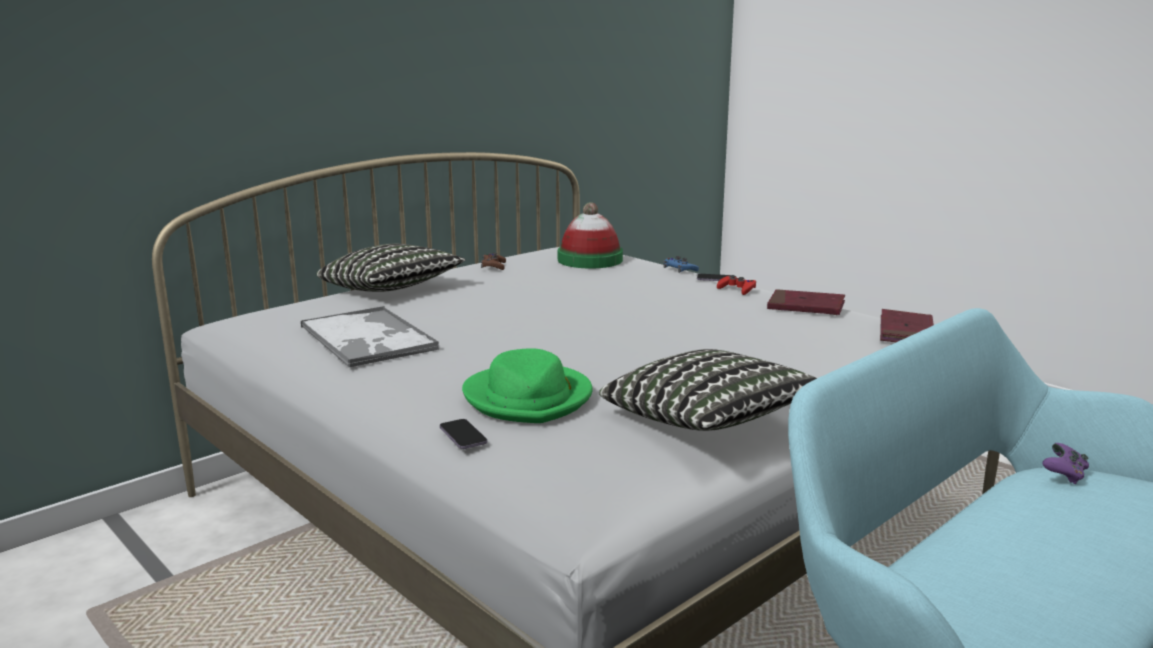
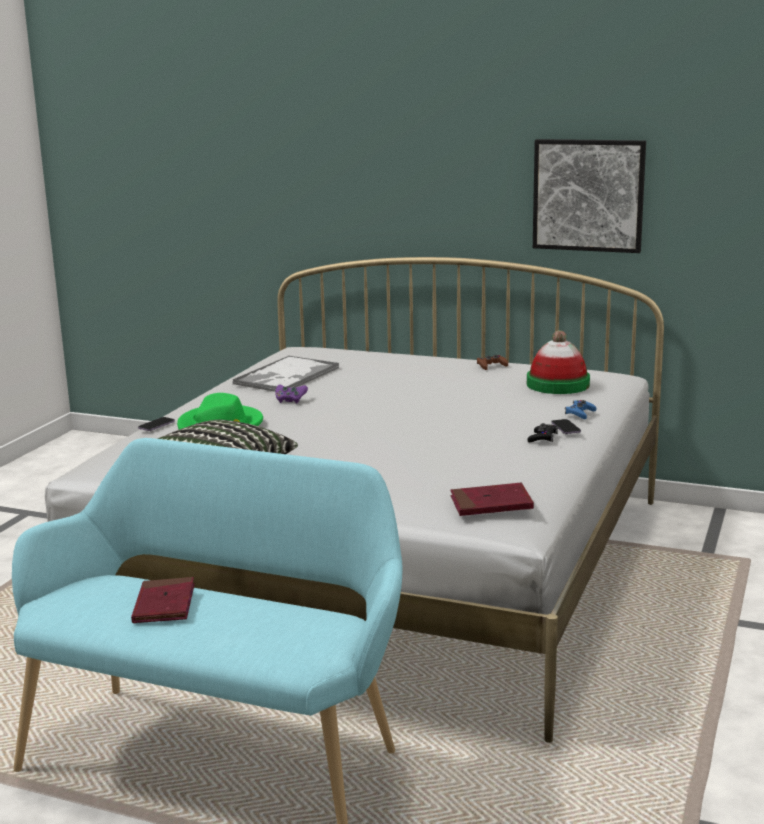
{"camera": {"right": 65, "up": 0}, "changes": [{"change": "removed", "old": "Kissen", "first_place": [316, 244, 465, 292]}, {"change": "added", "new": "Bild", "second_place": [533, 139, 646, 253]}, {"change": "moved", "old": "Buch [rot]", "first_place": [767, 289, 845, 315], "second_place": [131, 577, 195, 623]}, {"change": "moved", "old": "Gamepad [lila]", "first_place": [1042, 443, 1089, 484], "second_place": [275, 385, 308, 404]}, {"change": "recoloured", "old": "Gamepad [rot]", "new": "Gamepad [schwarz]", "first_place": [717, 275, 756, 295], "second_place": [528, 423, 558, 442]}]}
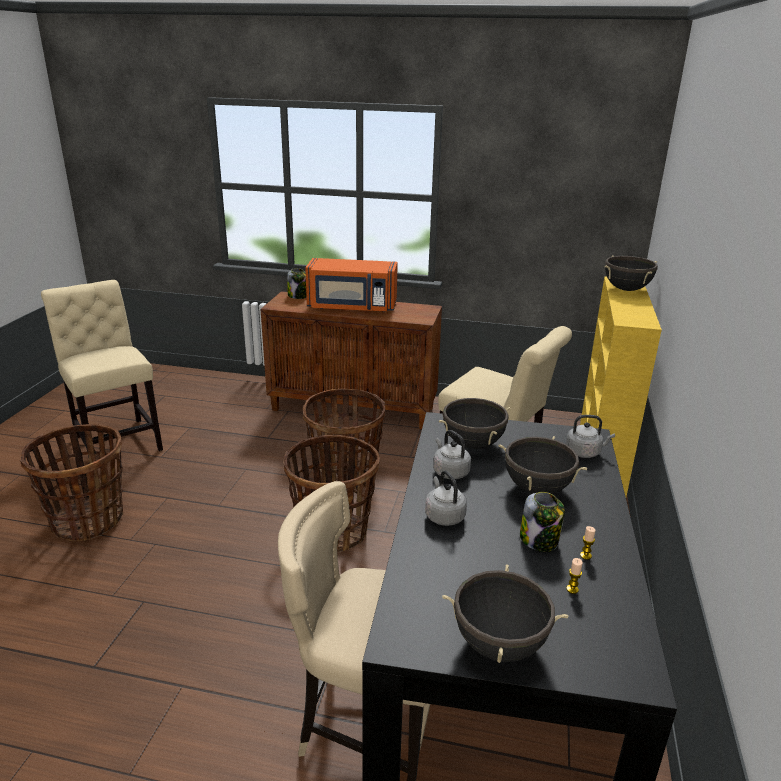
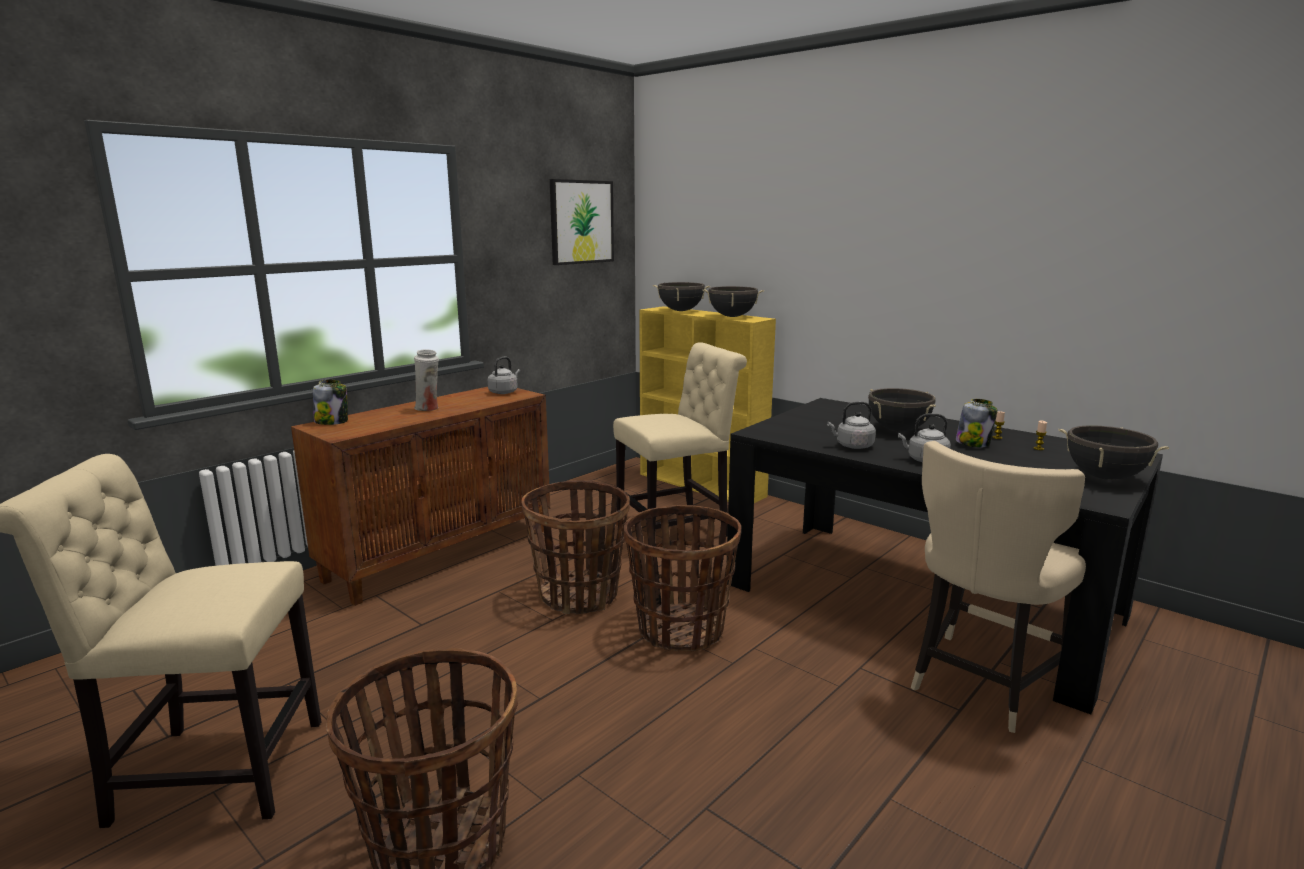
{"camera": {"right": -60, "up": -10}, "changes": [{"change": "added", "new": "Bild", "second_place": [550, 179, 614, 265]}, {"change": "moved", "old": "Kochtopf [schwarz]", "first_place": [439, 396, 511, 449], "second_place": [702, 286, 764, 317]}, {"change": "moved", "old": "Wasserkessel [grau]", "first_place": [566, 415, 615, 458], "second_place": [488, 357, 520, 394]}, {"change": "replaced", "old": "Mikrowelle [orange]", "new": "Vase [weiß]", "first_place": [305, 258, 398, 312], "second_place": [414, 349, 439, 411]}]}
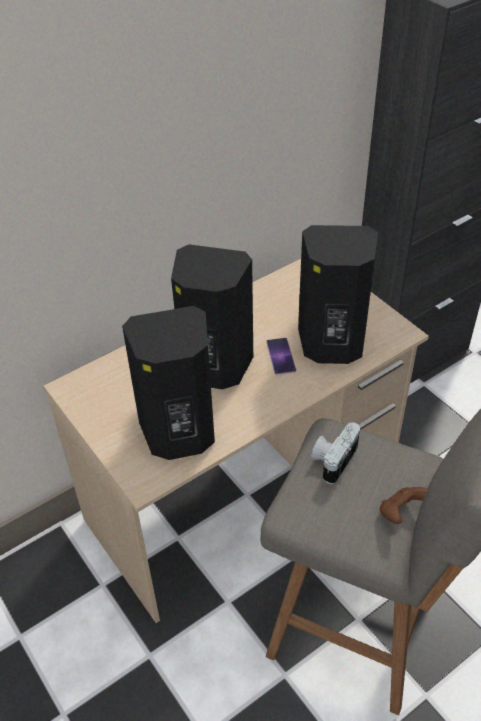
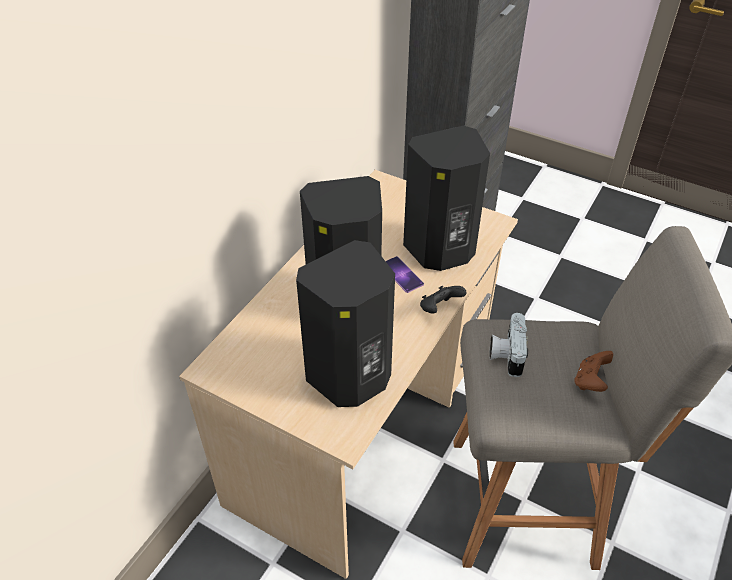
{"camera": {"right": -25, "up": 0}, "changes": [{"change": "added", "new": "Gamepad [schwarz]", "second_place": [420, 286, 466, 314]}]}
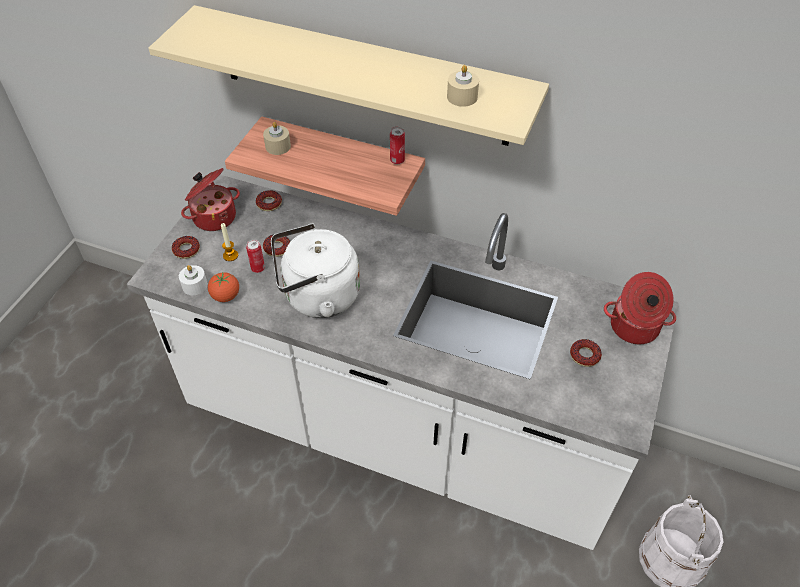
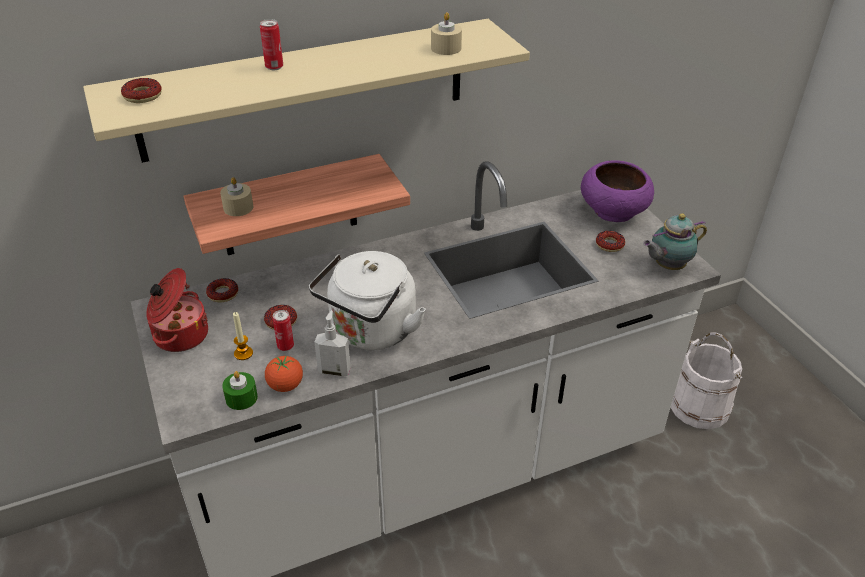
{"camera": {"right": -45, "up": -10}, "changes": [{"change": "added", "new": "Seifenspender", "second_place": [314, 310, 351, 377]}, {"change": "added", "new": "Teekanne", "second_place": [643, 213, 707, 270]}, {"change": "moved", "old": "Donut", "first_place": [172, 236, 200, 259], "second_place": [121, 78, 162, 103]}, {"change": "moved", "old": "Dose", "first_place": [390, 127, 405, 164], "second_place": [260, 19, 283, 70]}, {"change": "replaced", "old": "Kochtopf", "new": "Schüssel [lila]", "first_place": [604, 272, 676, 344], "second_place": [581, 160, 654, 222]}, {"change": "recoloured", "old": "Kerze [weiß]", "new": "Kerze [grün]", "first_place": [179, 265, 208, 295], "second_place": [222, 371, 258, 410]}]}
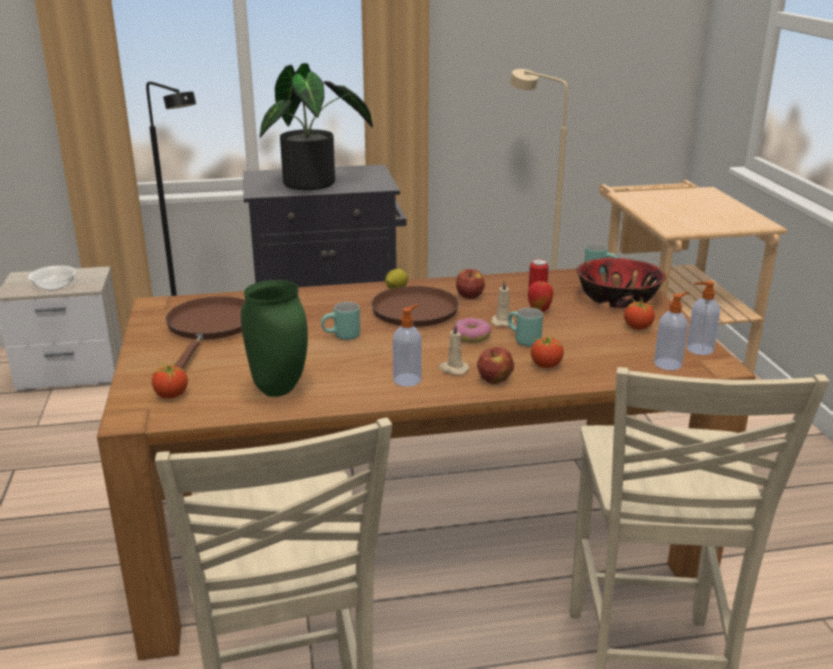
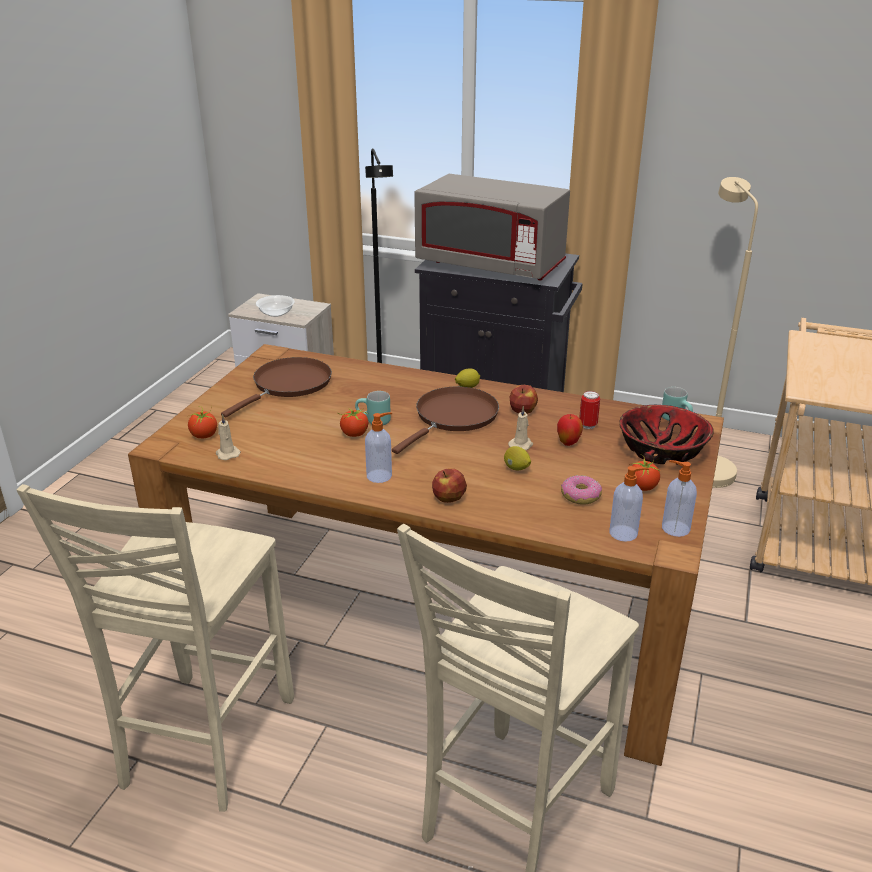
{"camera": {"right": 30, "up": 5}, "changes": [{"change": "removed", "old": "Vase [grün]", "first_place": [241, 280, 308, 397]}, {"change": "moved", "old": "Kerze [beige]", "first_place": [439, 323, 469, 375], "second_place": [216, 414, 241, 460]}, {"change": "moved", "old": "Donut", "first_place": [452, 318, 491, 343], "second_place": [561, 475, 602, 505]}, {"change": "moved", "old": "Tomate", "first_place": [531, 334, 564, 368], "second_place": [338, 408, 368, 437]}, {"change": "replaced", "old": "Topfpflanze", "new": "Mikrowelle [grau]", "first_place": [260, 63, 373, 190], "second_place": [414, 174, 570, 280]}, {"change": "replaced", "old": "Henkelbecher [türkis]", "new": "Zitrone", "first_place": [508, 308, 543, 347], "second_place": [504, 446, 531, 470]}]}
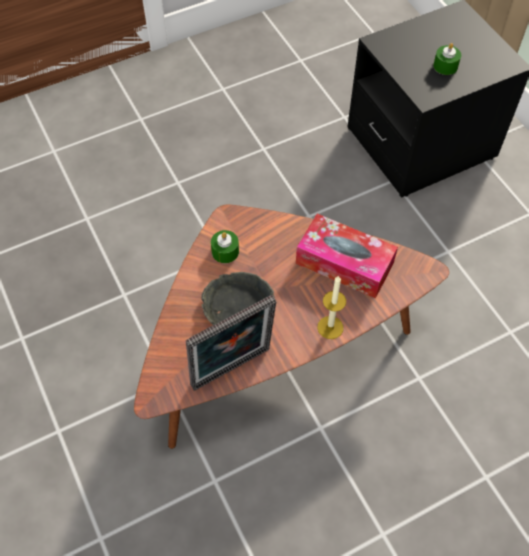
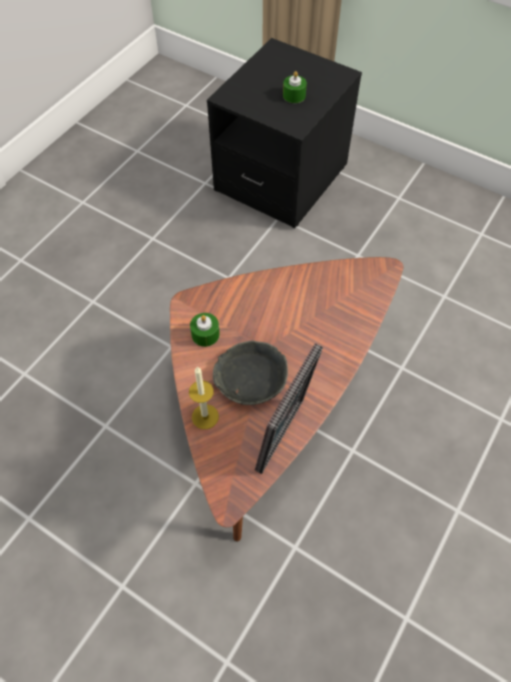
{"camera": {"right": -30, "up": 0}, "changes": [{"change": "removed", "old": "Taschentuchbox", "first_place": [296, 214, 398, 299]}, {"change": "moved", "old": "Kerze", "first_place": [317, 276, 346, 339], "second_place": [189, 367, 219, 429]}]}
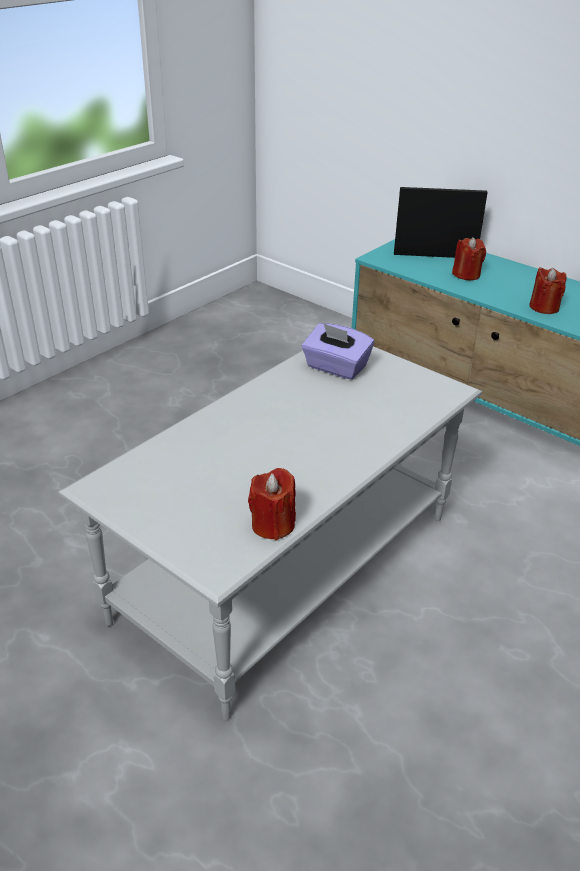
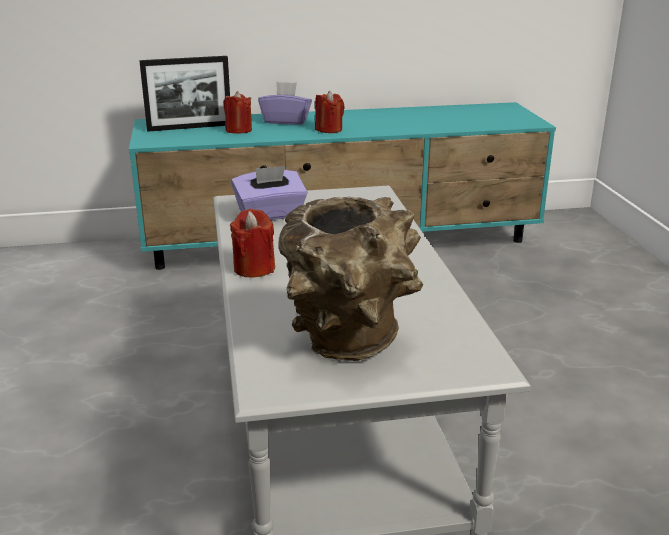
{"camera": {"right": -50, "up": -10}, "changes": [{"change": "added", "new": "Taschentuchbox [lila]", "second_place": [258, 82, 312, 125]}, {"change": "added", "new": "Vase [braun]", "second_place": [279, 196, 423, 362]}, {"change": "moved", "old": "Kerze [rot]", "first_place": [248, 468, 296, 540], "second_place": [230, 209, 275, 277]}, {"change": "turned", "old": "Bilderrahmen", "first_place": [394, 187, 488, 258], "second_place": [139, 56, 230, 132], "degrees": -150}]}
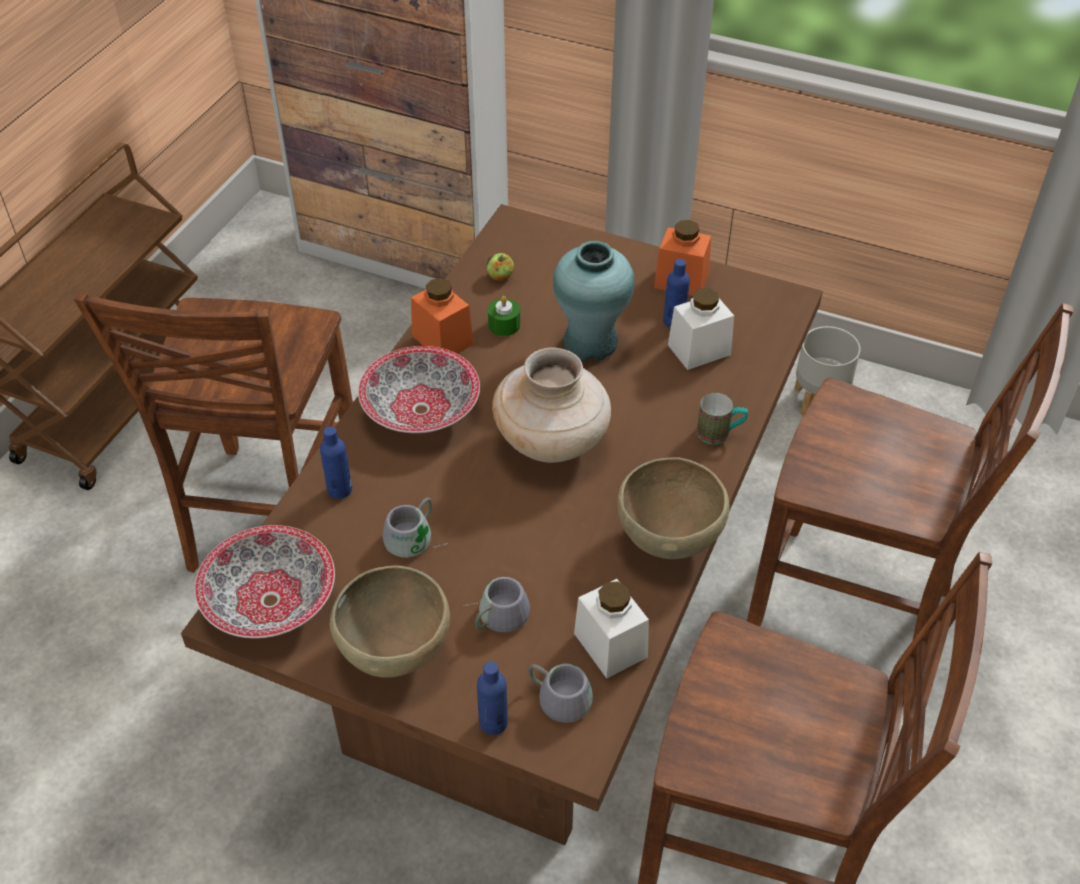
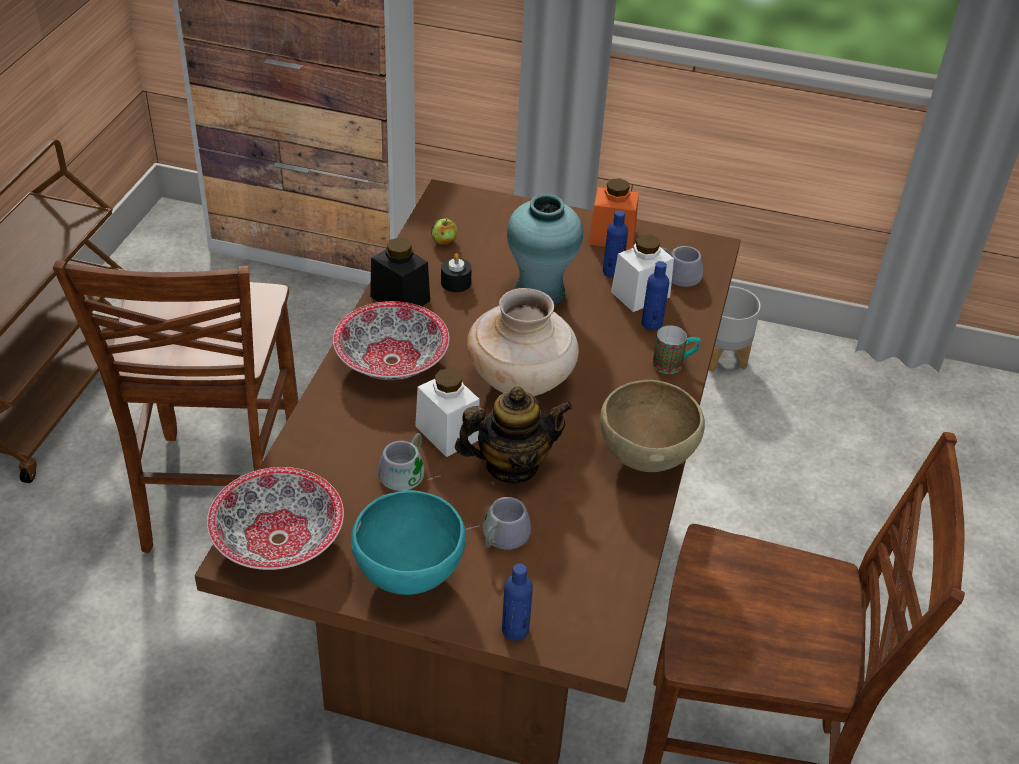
{"camera": {"right": -10, "up": -5}, "changes": [{"change": "removed", "old": "Stuhl [braun]", "first_place": [747, 303, 1073, 687]}, {"change": "added", "new": "Teekanne", "second_place": [455, 386, 573, 484]}, {"change": "moved", "old": "Flasche [blau]", "first_place": [320, 426, 352, 499], "second_place": [642, 261, 669, 330]}, {"change": "moved", "old": "Henkelbecher [grau]", "first_place": [528, 662, 593, 723], "second_place": [662, 246, 703, 287]}, {"change": "moved", "old": "Vorratsglas [weiß]", "first_place": [574, 579, 649, 678], "second_place": [415, 368, 480, 457]}, {"change": "recoloured", "old": "Schüssel [braun]", "new": "Schüssel [türkis]", "first_place": [330, 566, 450, 678], "second_place": [351, 490, 466, 595]}, {"change": "recoloured", "old": "Vorratsglas [orange]", "new": "Vorratsglas [schwarz]", "first_place": [411, 278, 474, 354], "second_place": [370, 238, 430, 307]}, {"change": "recoloured", "old": "Kerze [grün]", "new": "Kerze [schwarz]", "first_place": [488, 296, 520, 336], "second_place": [441, 253, 472, 292]}]}
